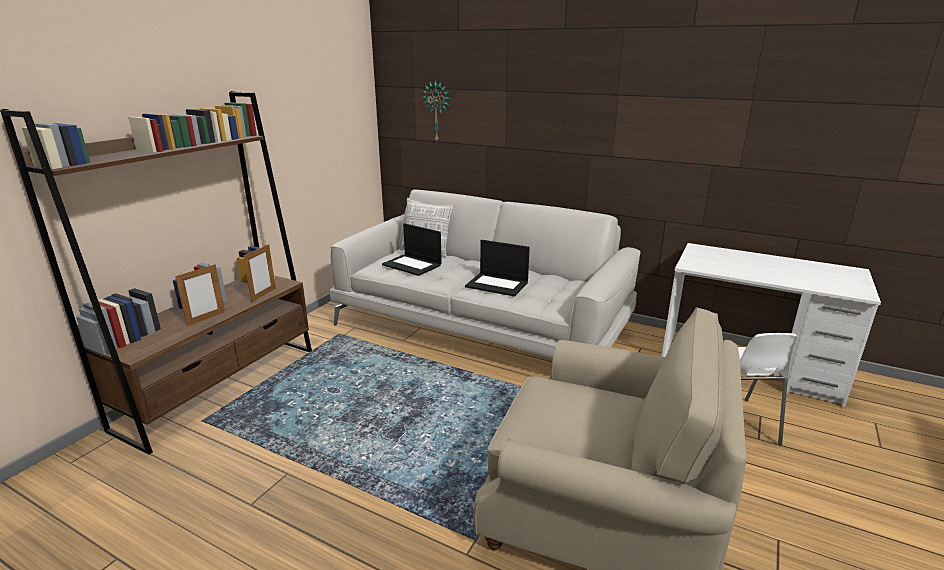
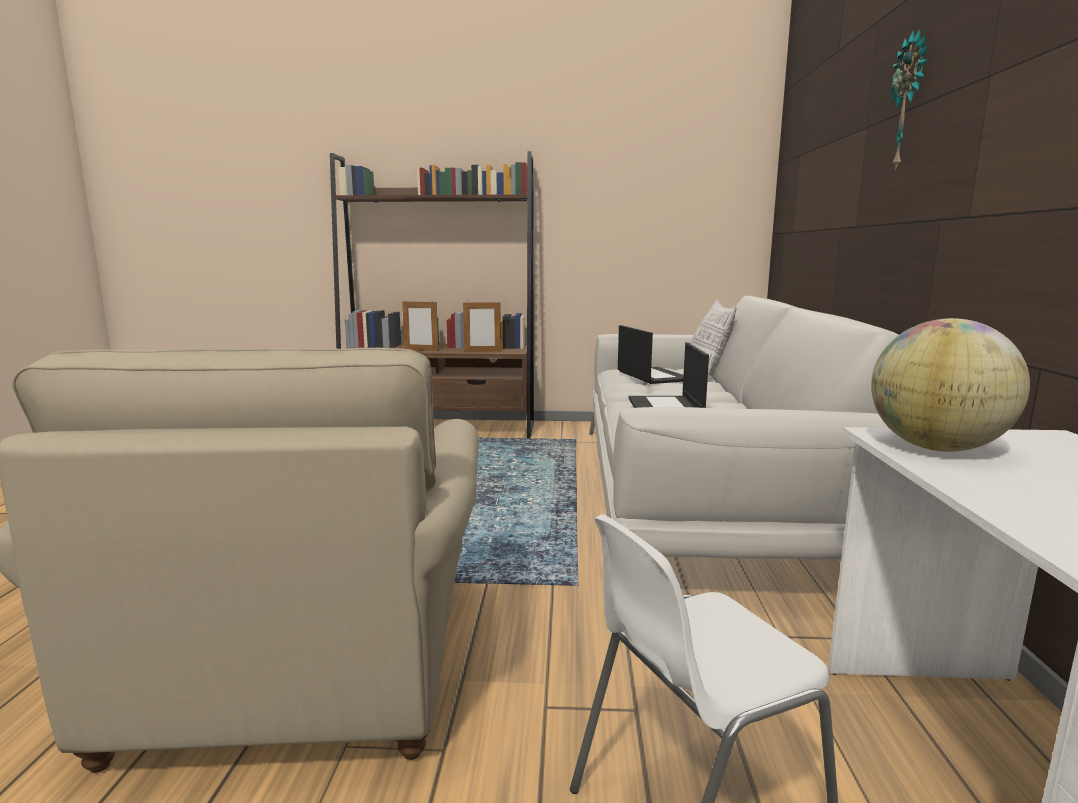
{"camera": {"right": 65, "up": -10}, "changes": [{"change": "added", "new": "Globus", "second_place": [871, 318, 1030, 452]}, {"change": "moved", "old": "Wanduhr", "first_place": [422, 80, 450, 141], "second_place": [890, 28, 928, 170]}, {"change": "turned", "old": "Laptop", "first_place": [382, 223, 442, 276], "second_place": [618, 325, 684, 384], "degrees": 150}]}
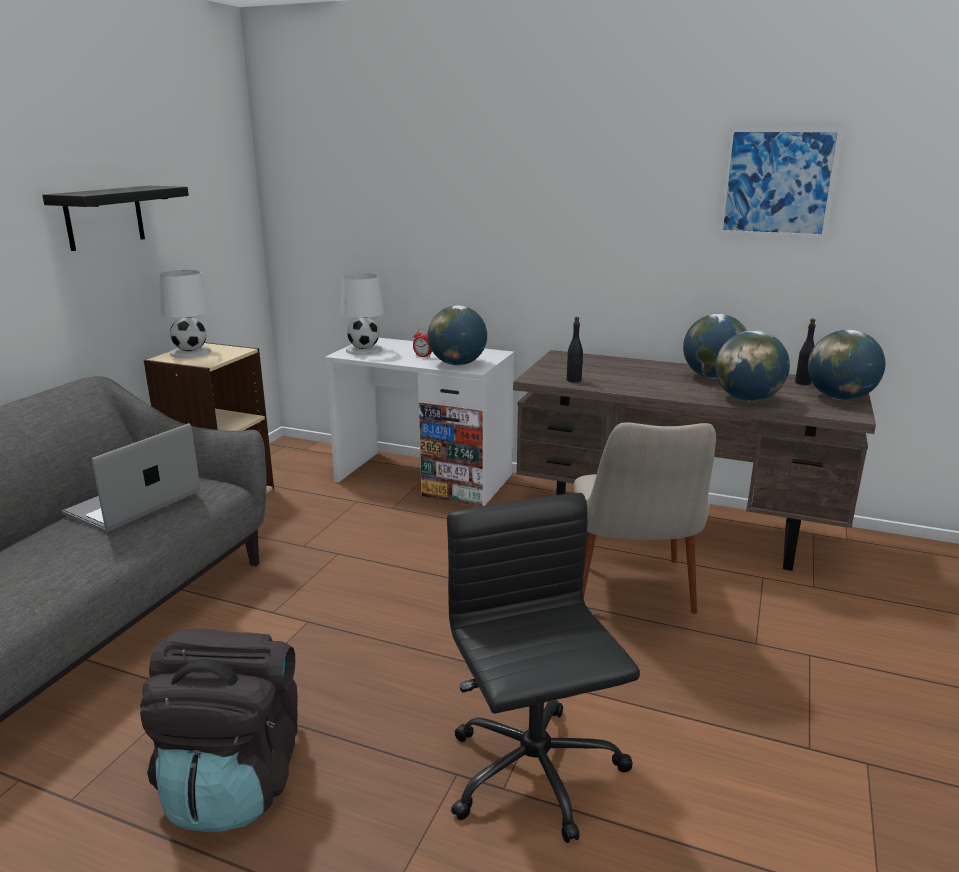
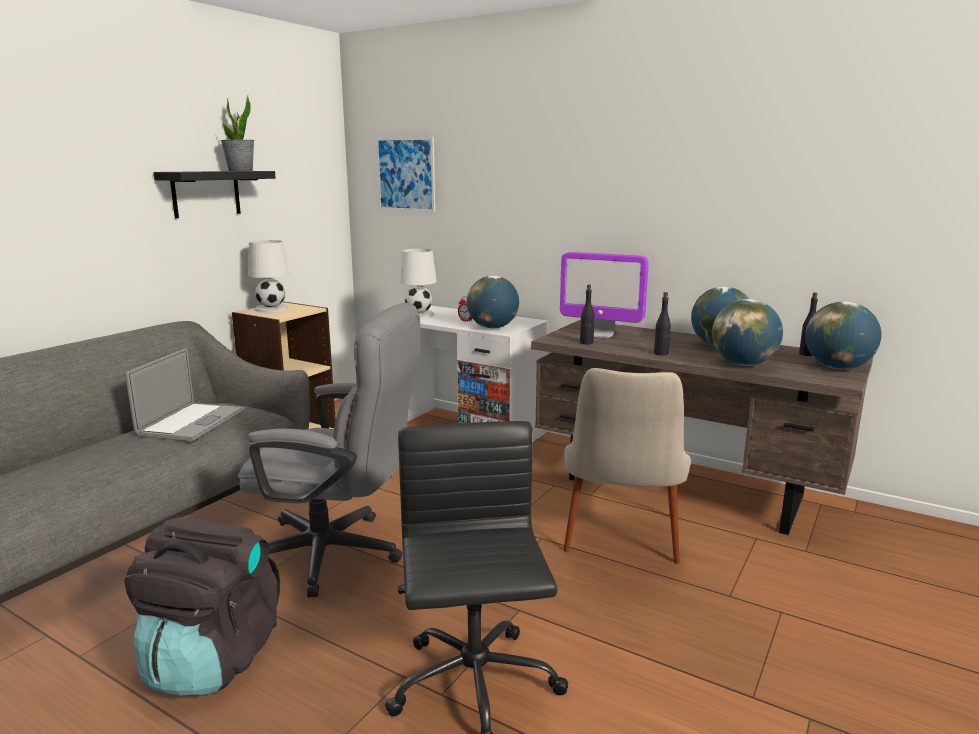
{"camera": {"right": 10, "up": -5}, "changes": [{"change": "added", "new": "Topfpflanze", "second_place": [220, 96, 255, 171]}, {"change": "added", "new": "Bürostuhl [grau]", "second_place": [238, 303, 420, 597]}, {"change": "added", "new": "Monitor", "second_place": [560, 252, 649, 338]}, {"change": "added", "new": "Flasche [schwarz]", "second_place": [654, 292, 671, 356]}, {"change": "moved", "old": "Bild", "first_place": [719, 128, 842, 238], "second_place": [376, 137, 435, 212]}, {"change": "turned", "old": "Laptop", "first_place": [62, 423, 200, 533], "second_place": [125, 348, 245, 441], "degrees": 150}]}
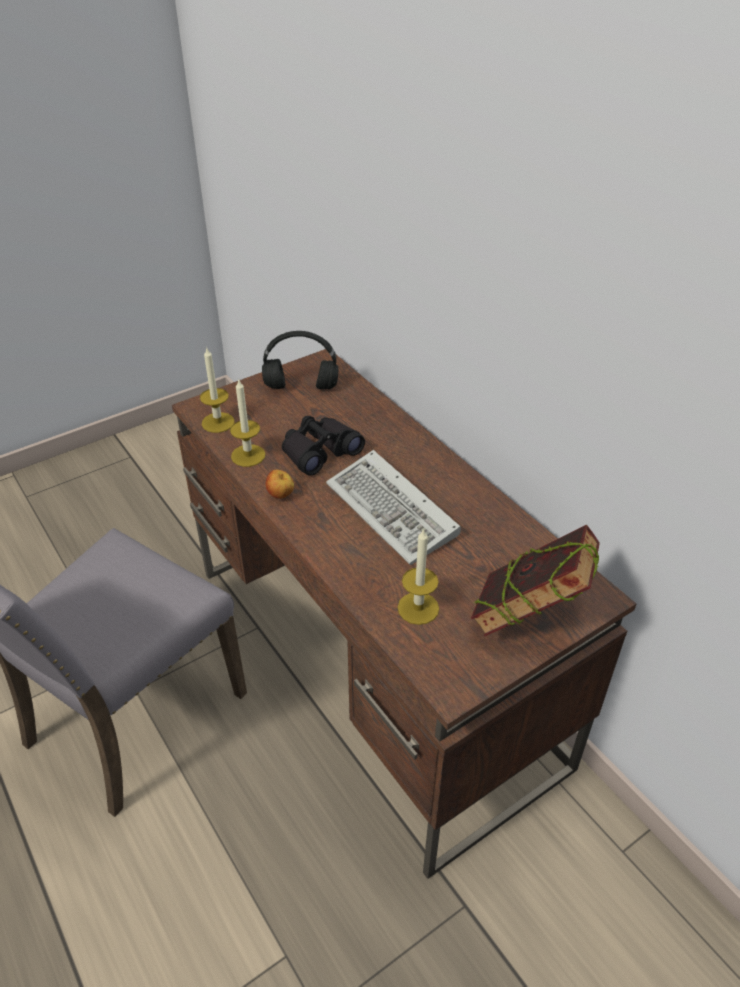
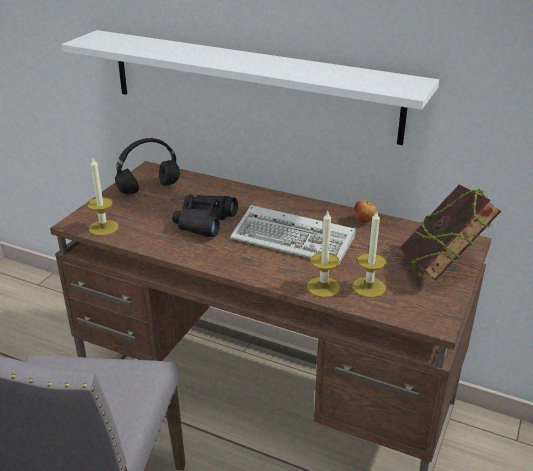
{"camera": {"right": -30, "up": -10}, "changes": [{"change": "added", "new": "Wandregal [weiß]", "second_place": [62, 30, 439, 145]}, {"change": "moved", "old": "Kerze", "first_place": [230, 378, 266, 467], "second_place": [307, 211, 340, 298]}, {"change": "moved", "old": "Apfel", "first_place": [266, 469, 294, 499], "second_place": [354, 200, 377, 223]}]}
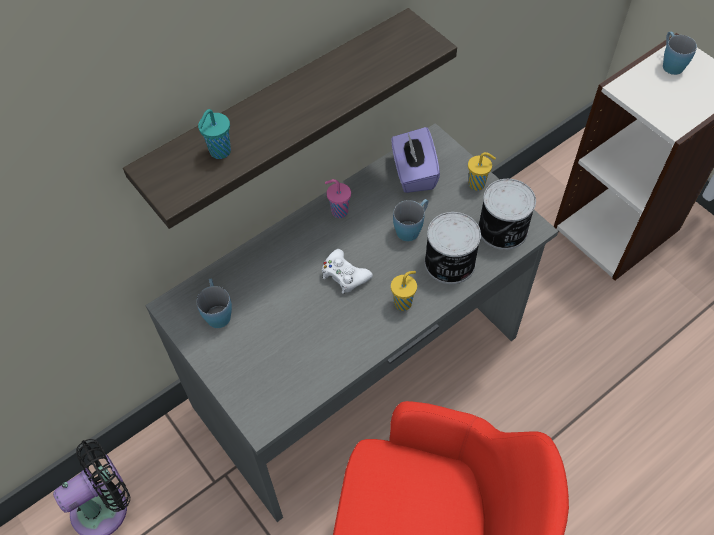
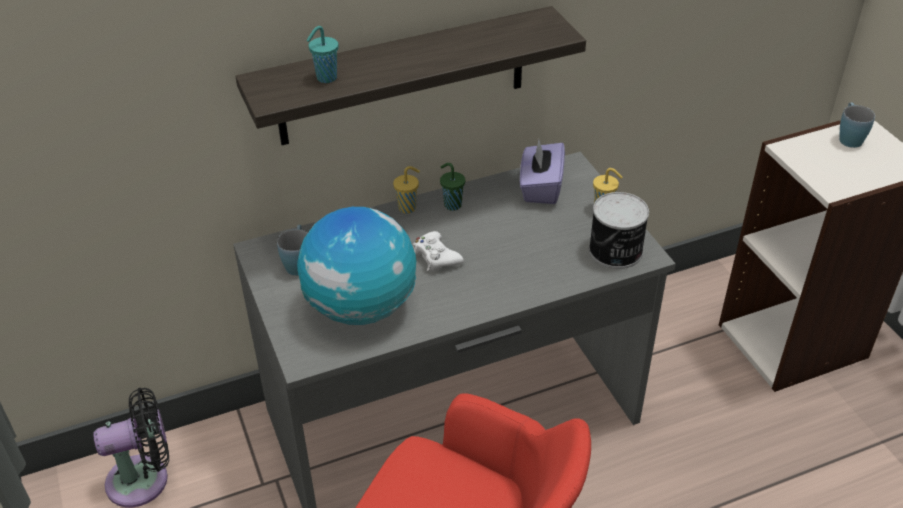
{"camera": {"right": 15, "up": -15}, "changes": [{"change": "removed", "old": "Henkelbecher [blau]", "first_place": [393, 199, 429, 242]}, {"change": "removed", "old": "Dose", "first_place": [424, 212, 481, 284]}, {"change": "added", "new": "Globus", "second_place": [297, 207, 416, 325]}, {"change": "moved", "old": "Tasse [gelb]", "first_place": [391, 271, 417, 311], "second_place": [393, 166, 420, 214]}, {"change": "recoloured", "old": "Tasse [rosa]", "new": "Tasse [grün]", "first_place": [325, 179, 351, 218], "second_place": [440, 163, 465, 211]}]}
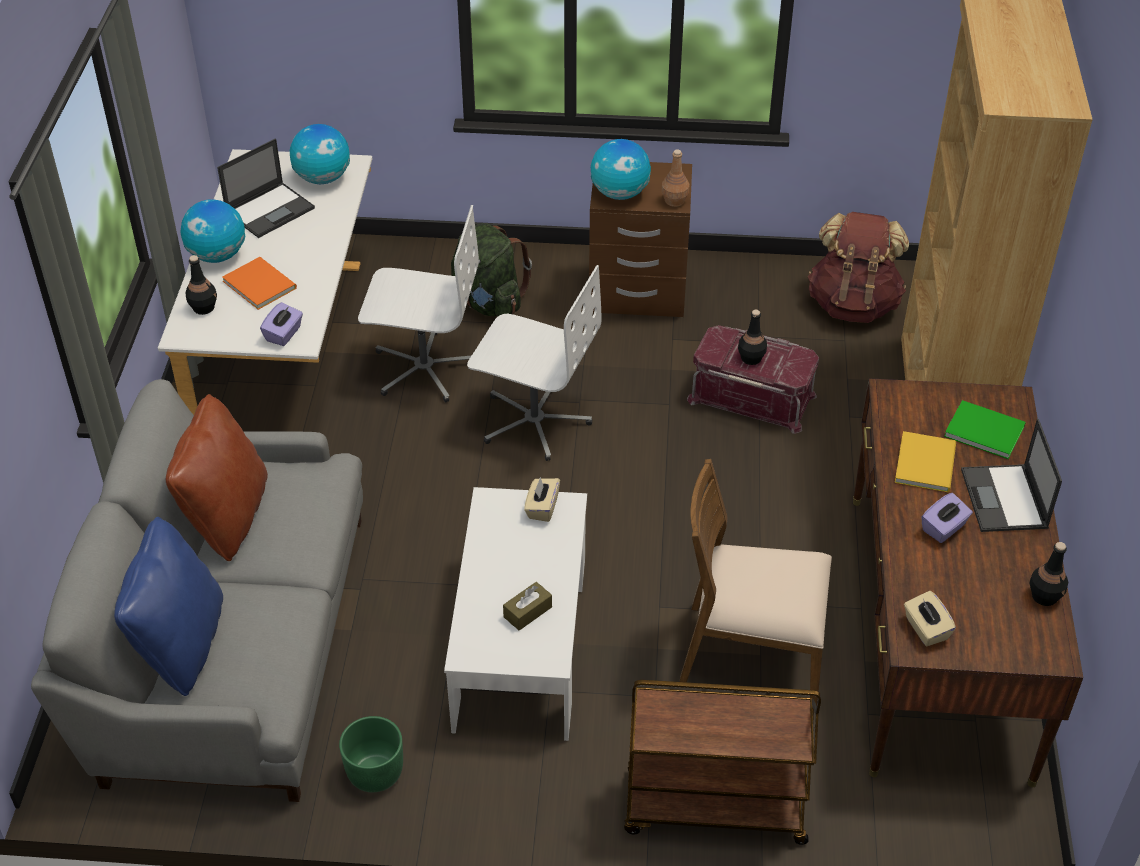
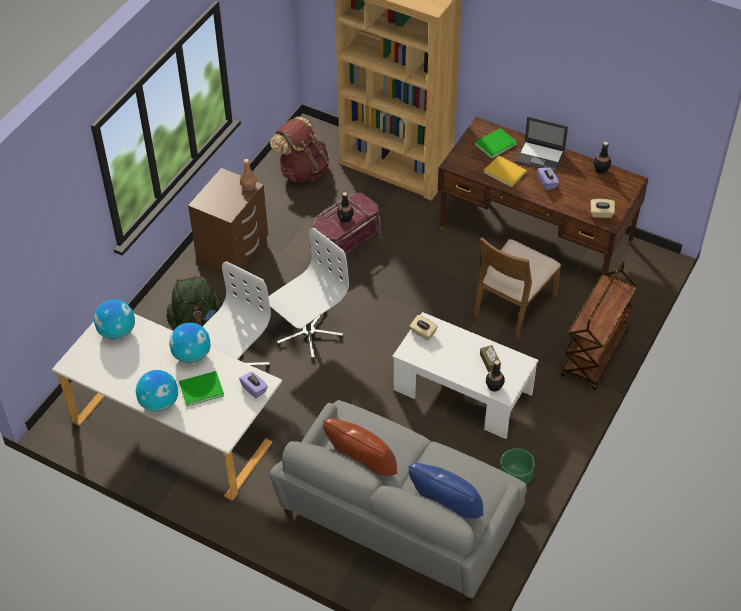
{"camera": {"right": -65, "up": 5}, "changes": [{"change": "removed", "old": "Laptop", "first_place": [217, 139, 315, 238]}, {"change": "moved", "old": "Flasche [schwarz]", "first_place": [185, 255, 217, 315], "second_place": [486, 360, 504, 392]}, {"change": "moved", "old": "Globus", "first_place": [591, 139, 651, 200], "second_place": [169, 323, 211, 363]}, {"change": "recoloured", "old": "Buch [orange]", "new": "Buch [grün]", "first_place": [222, 257, 297, 310], "second_place": [179, 371, 224, 406]}]}
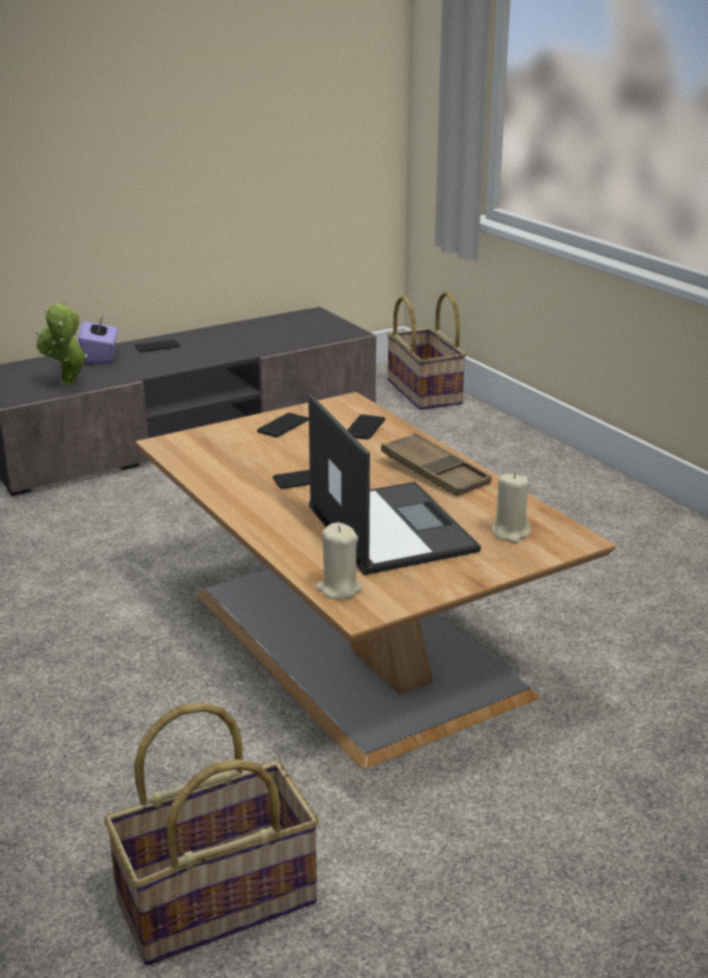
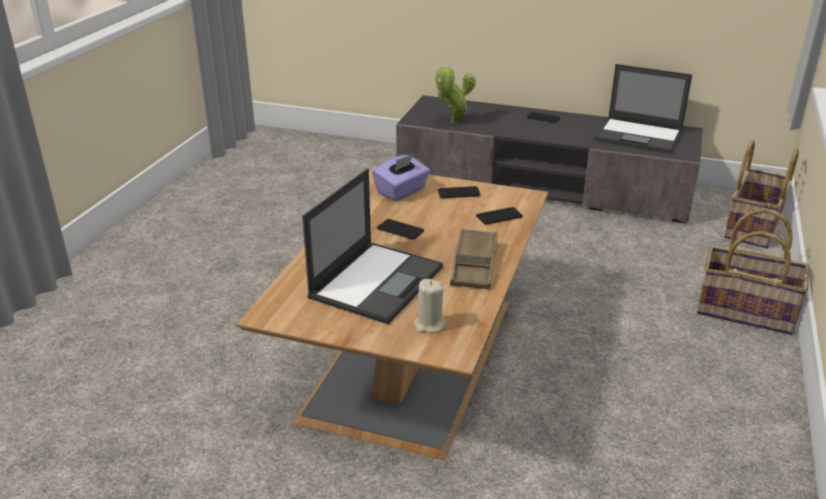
{"camera": {"right": 50, "up": 5}, "changes": [{"change": "removed", "old": "Kerze [beige]", "first_place": [316, 523, 362, 600]}, {"change": "added", "new": "Laptop", "second_place": [594, 64, 692, 154]}, {"change": "moved", "old": "Taschentuchbox [lila]", "first_place": [78, 314, 118, 364], "second_place": [372, 154, 430, 201]}, {"change": "moved", "old": "Korb", "first_place": [104, 702, 319, 965], "second_place": [697, 208, 809, 335]}]}
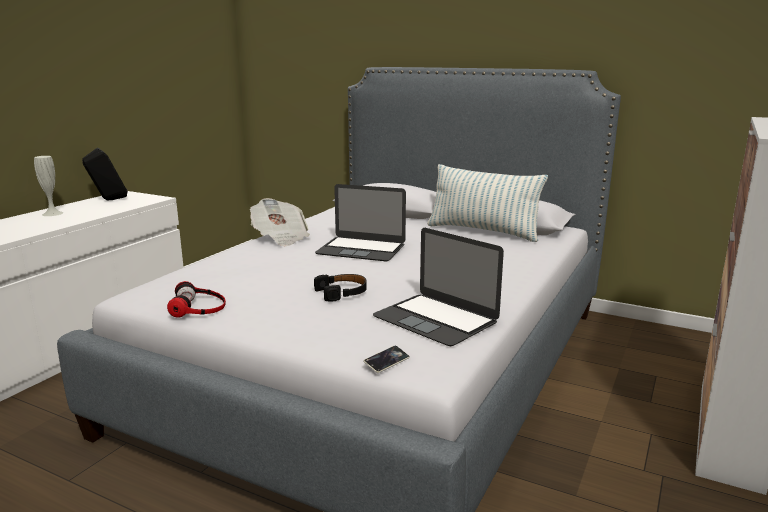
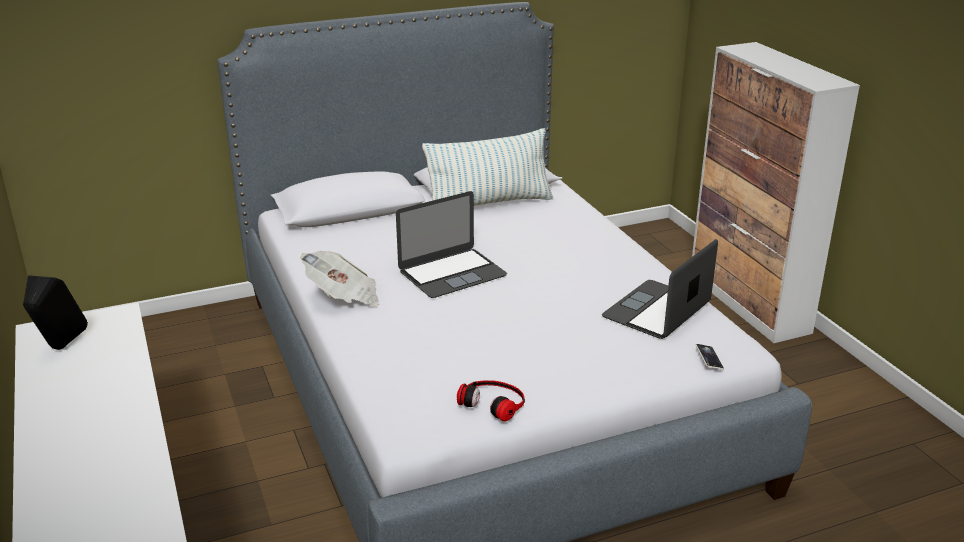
{"camera": {"right": -50, "up": 10}, "changes": [{"change": "removed", "old": "Vase [weiß]", "first_place": [34, 156, 63, 216]}, {"change": "removed", "old": "Kopfhörer [schwarz]", "first_place": [314, 274, 367, 302]}, {"change": "turned", "old": "Laptop", "first_place": [373, 228, 504, 346], "second_place": [602, 239, 718, 339], "degrees": 135}]}
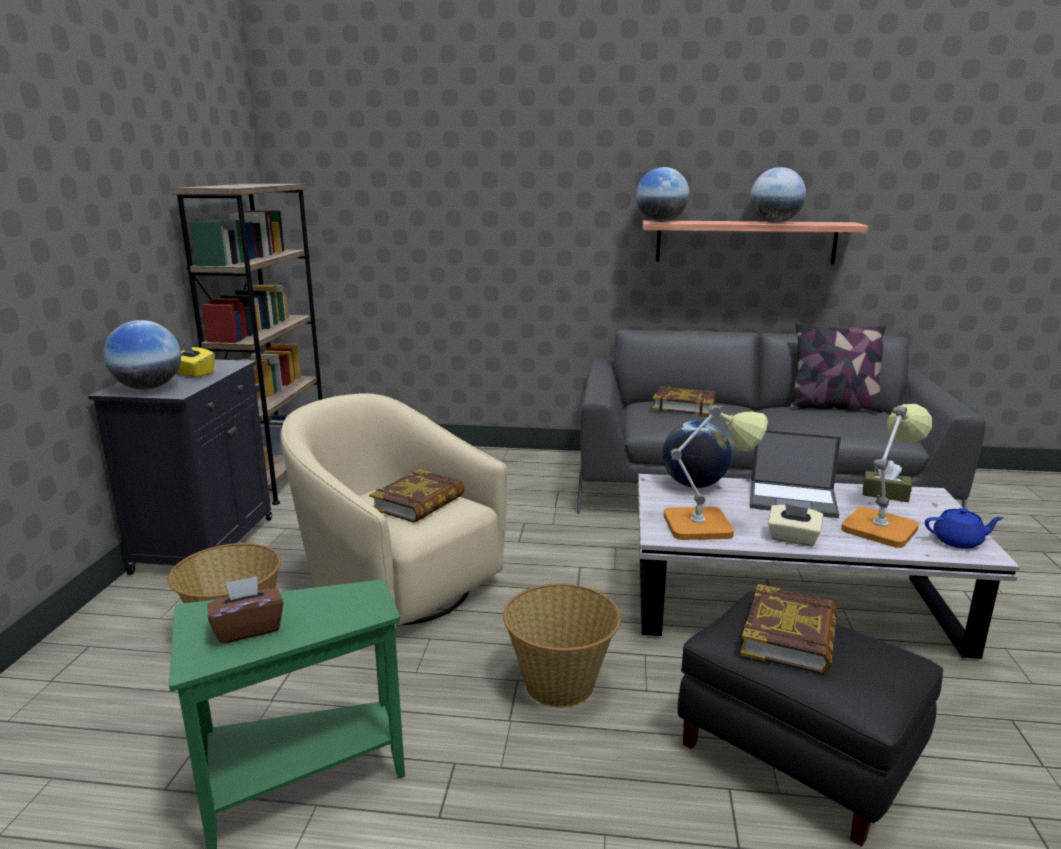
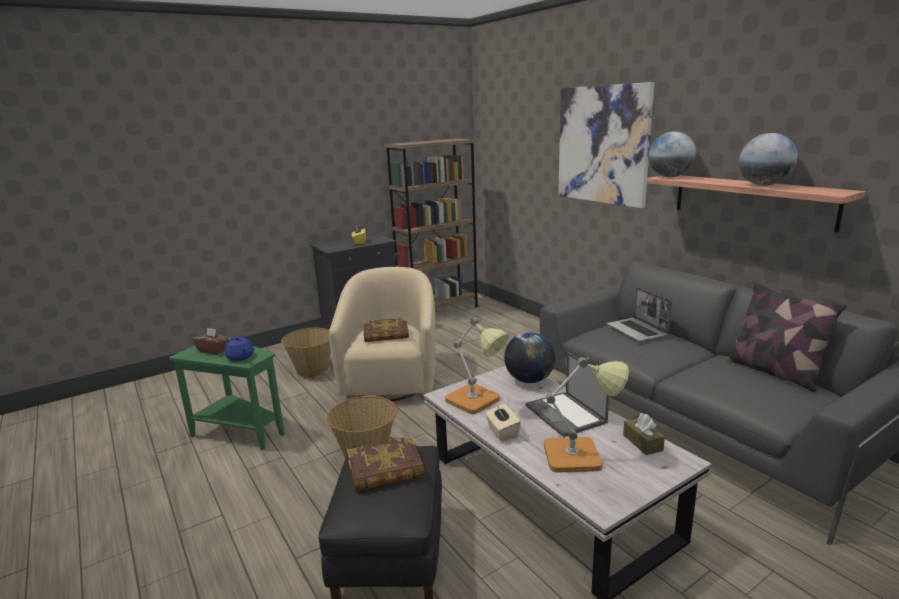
{"camera": {"right": 50, "up": 0}, "changes": [{"change": "removed", "old": "Globus", "first_place": [104, 320, 181, 390]}, {"change": "added", "new": "Bild", "second_place": [558, 82, 654, 208]}, {"change": "moved", "old": "Teekanne [blau]", "first_place": [925, 508, 1004, 549], "second_place": [224, 336, 254, 361]}, {"change": "replaced", "old": "Buch", "new": "Laptop", "first_place": [652, 386, 716, 415], "second_place": [607, 287, 672, 342]}]}
